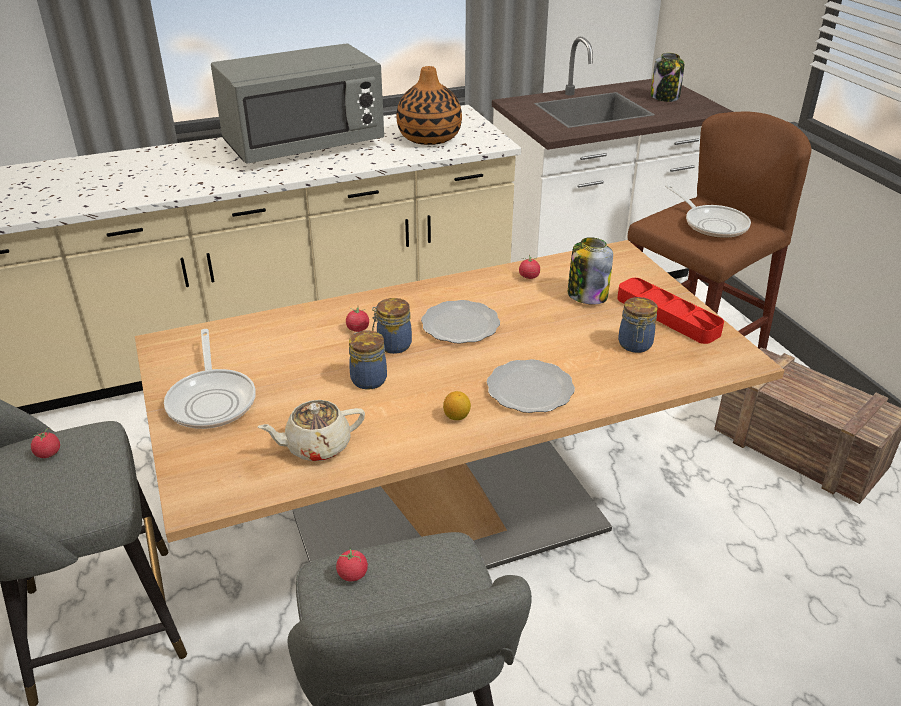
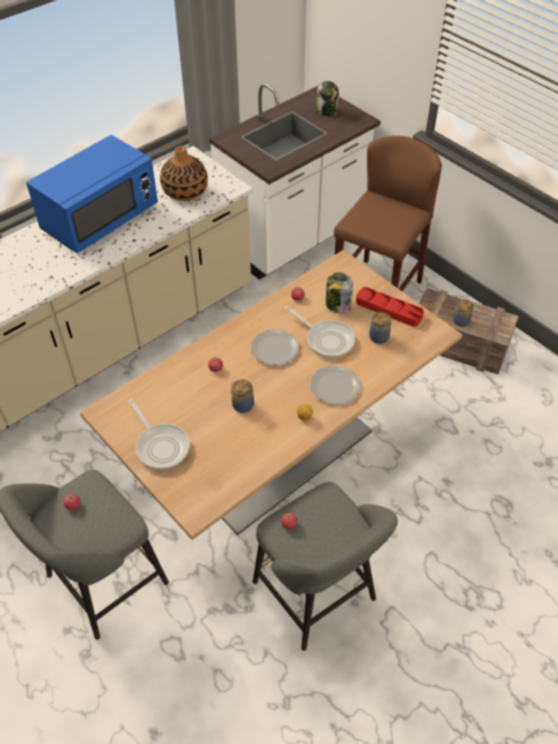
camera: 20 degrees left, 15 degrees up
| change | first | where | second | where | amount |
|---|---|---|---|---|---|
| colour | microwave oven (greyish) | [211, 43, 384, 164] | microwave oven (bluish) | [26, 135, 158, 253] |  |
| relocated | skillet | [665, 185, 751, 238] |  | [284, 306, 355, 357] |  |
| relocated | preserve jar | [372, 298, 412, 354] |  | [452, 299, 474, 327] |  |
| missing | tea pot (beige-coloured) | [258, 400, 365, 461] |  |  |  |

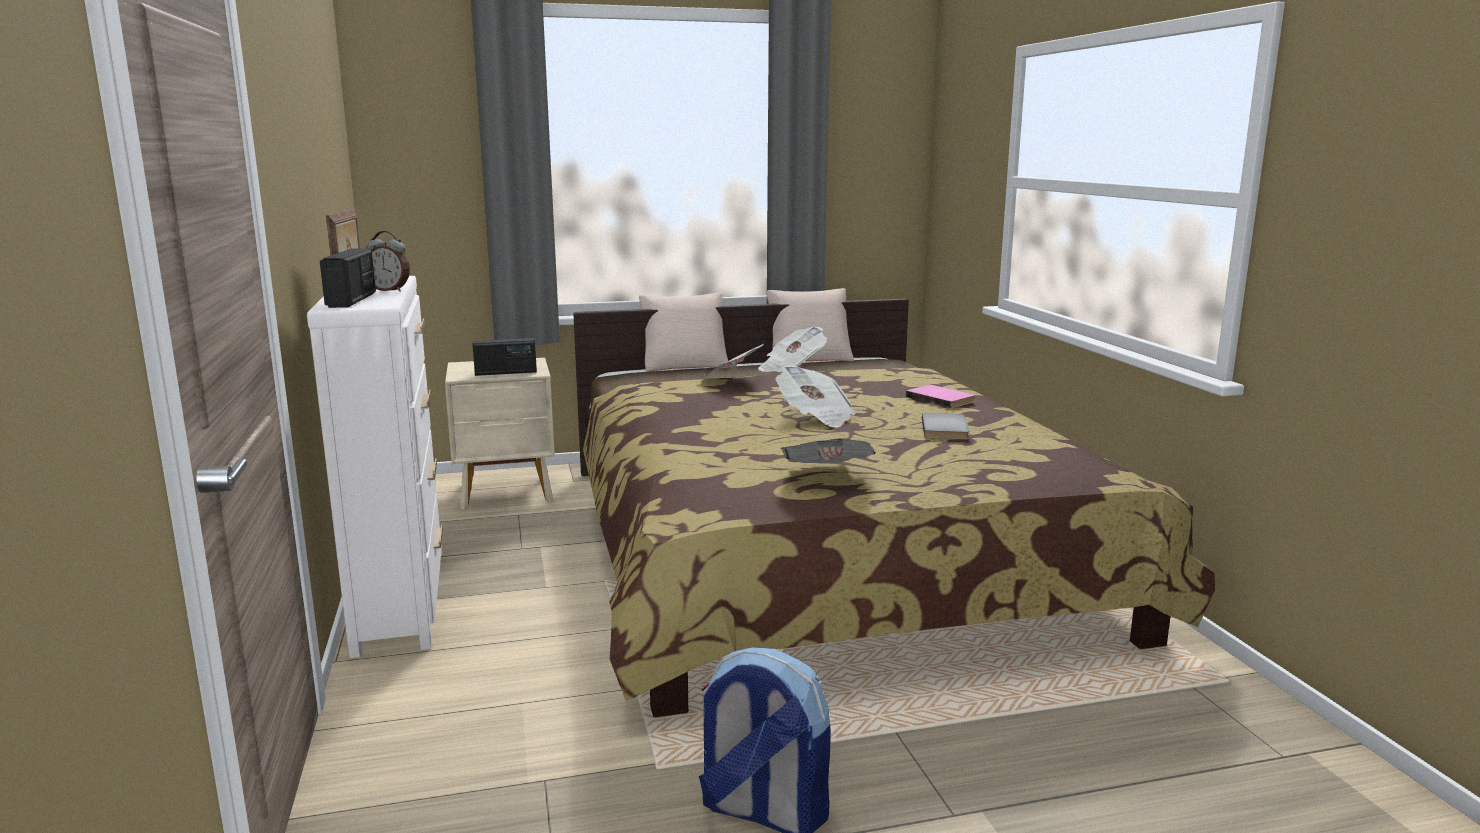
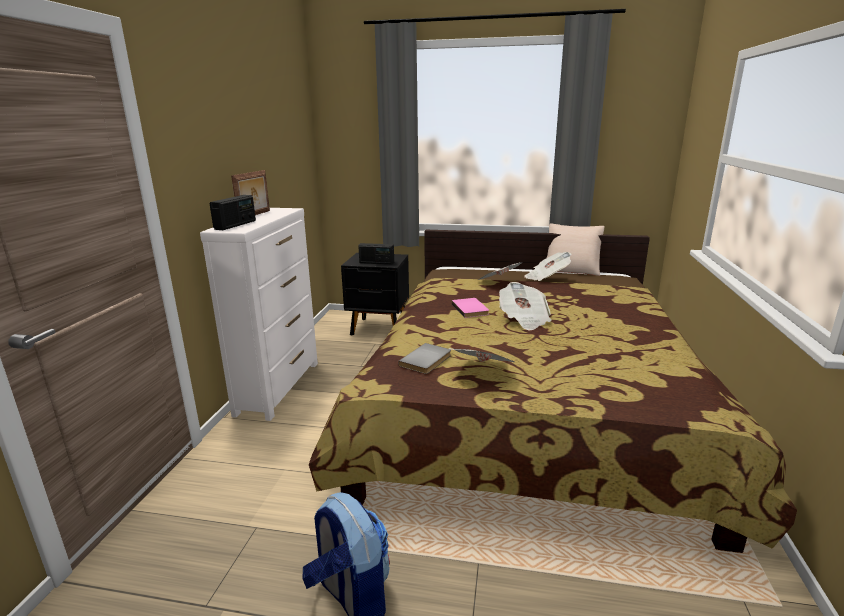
camera: 25 degrees right, 5 degrees up
| change | first | where | second | where | amount |
|---|---|---|---|---|---|
| colour | night table (beige-coloured) | [445, 358, 555, 510] | night table (black) | [341, 253, 409, 336] |  |
| relocated | book (greyish) | [922, 413, 969, 440] |  | [398, 343, 451, 374] |  |
| relocated | book (pinkish) | [906, 385, 975, 408] |  | [452, 298, 489, 318] |  |
| missing | bedside clock | [366, 231, 410, 292] |  |  |  |
| missing | throw pillow (beige-coloured) | [639, 293, 728, 372] |  |  |  |

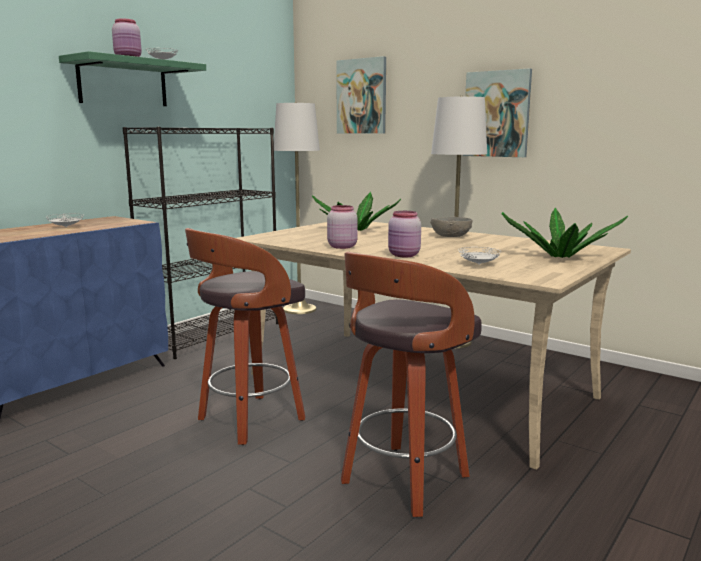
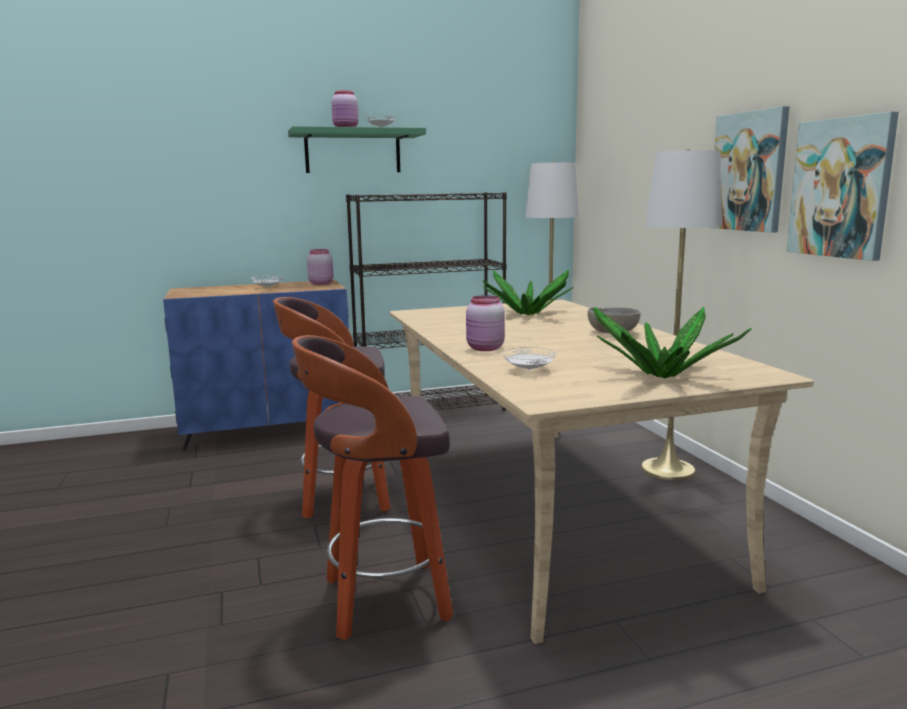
camera: 35 degrees right, 0 degrees up
| change | first | where | second | where | amount |
|---|---|---|---|---|---|
| relocated | preserve jar (pinkish) | [327, 205, 358, 249] |  | [307, 249, 333, 285] |  |
| relocated | picture | [336, 56, 386, 134] |  | [786, 112, 899, 261] |  |

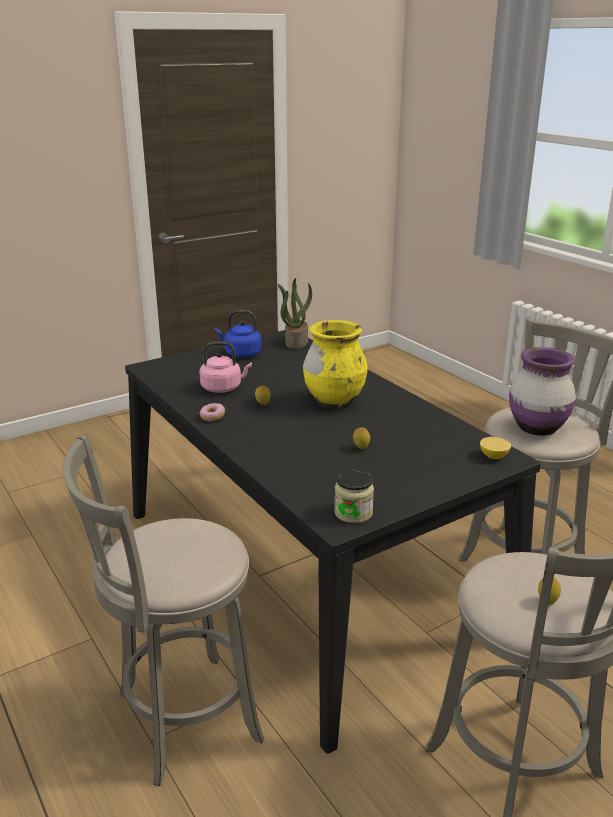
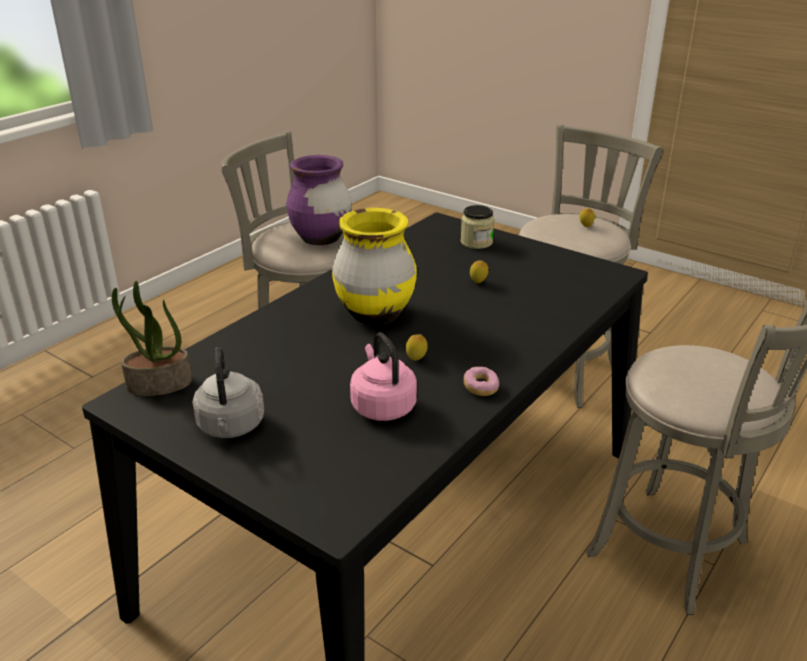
camera: 110 degrees left, 5 degrees up
| change | first | where | second | where | amount |
|---|---|---|---|---|---|
| colour | kettle (bluish) | [215, 310, 261, 358] | kettle (greyish) | [193, 347, 264, 438] |  |
| relocated | preserve jar | [334, 470, 374, 523] |  | [461, 205, 494, 249] |  |
| missing | whole lemon | [480, 437, 511, 459] |  |  |  |

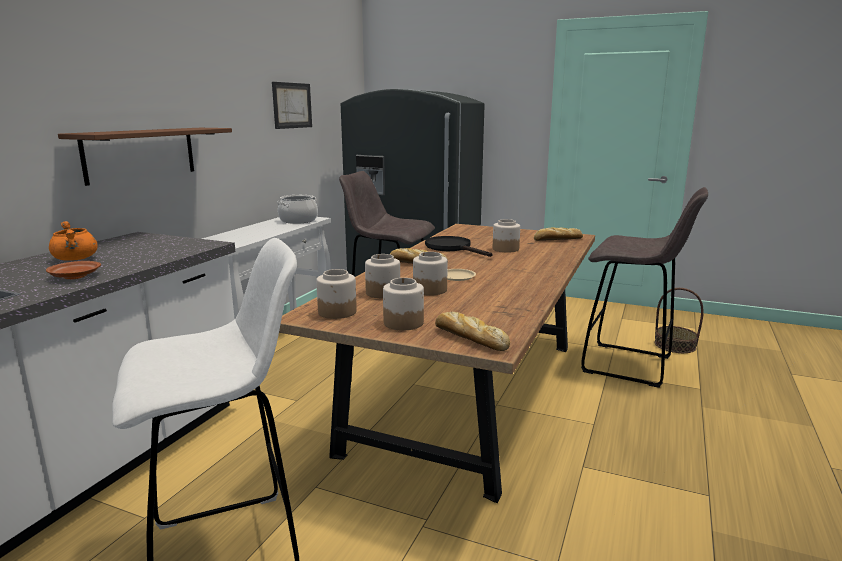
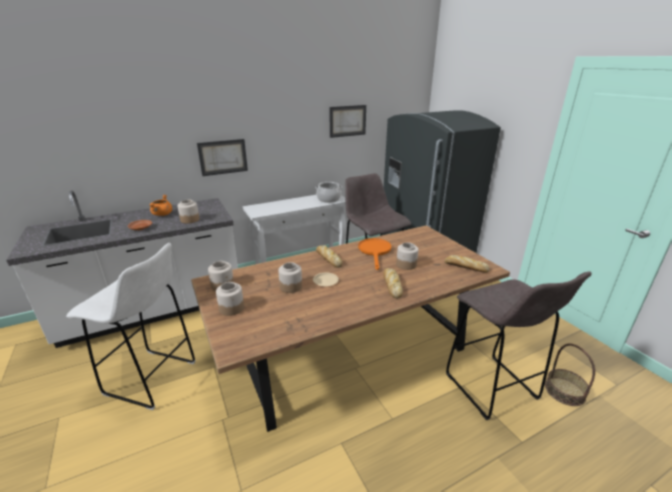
camera: 40 degrees right, 10 degrees up
| change | first | where | second | where | amount |
|---|---|---|---|---|---|
| relocated | preserve jar | [365, 254, 400, 298] |  | [177, 200, 200, 224] |  |
| exchanged | bracket shelf (brown) | [58, 128, 232, 186] | picture | [197, 139, 248, 176] |  |
| colour | skillet (black) | [425, 236, 492, 257] | skillet (orange) | [358, 238, 391, 270] |  |
| relocated | baked bread | [435, 312, 510, 351] |  | [383, 268, 403, 298] |  |

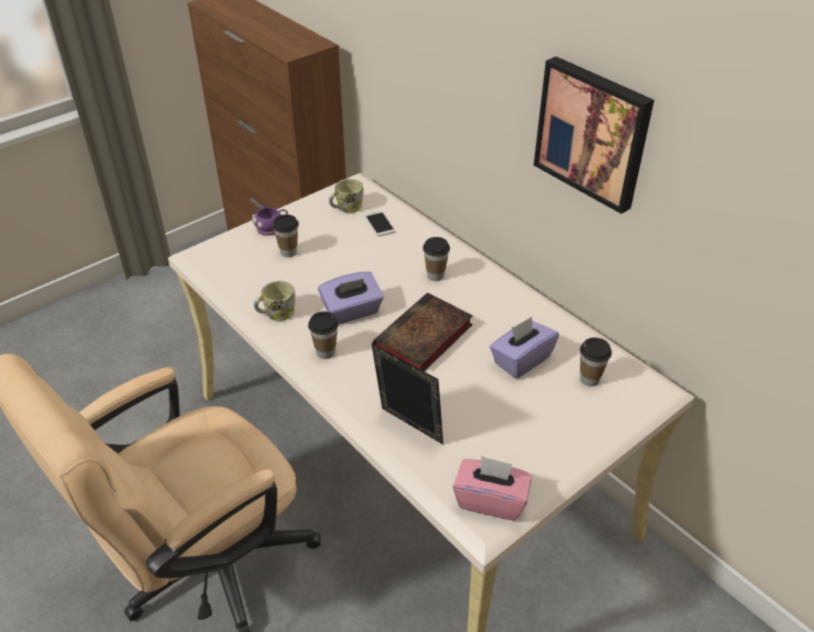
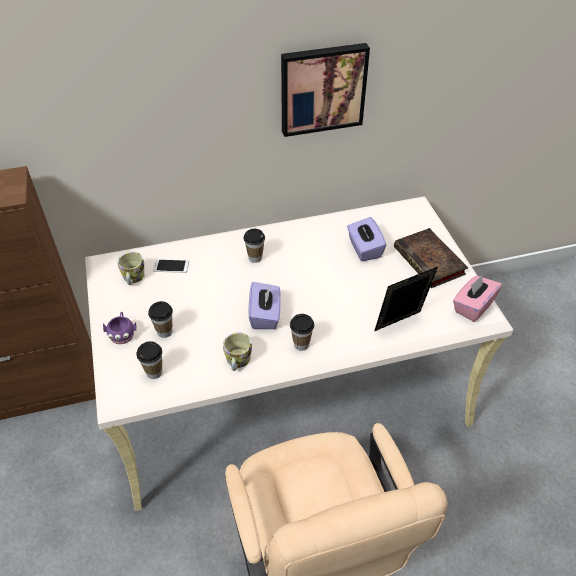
camera: 65 degrees left, 5 degrees up
| change | first | where | second | where | amount |
|---|---|---|---|---|---|
| relocated | drinking cup | [580, 337, 612, 387] |  | [136, 341, 162, 379] |  |
| relocated | book | [373, 293, 473, 371] |  | [394, 228, 468, 288] |  |

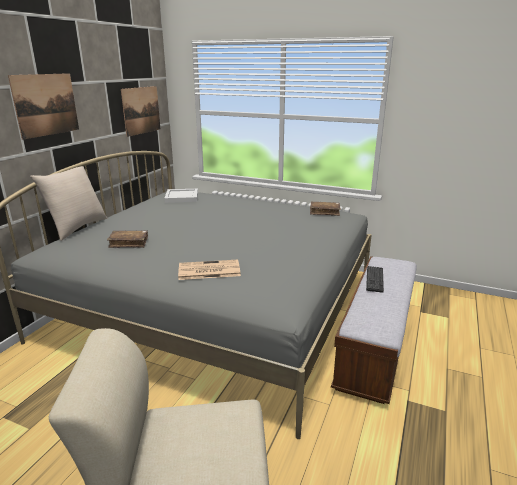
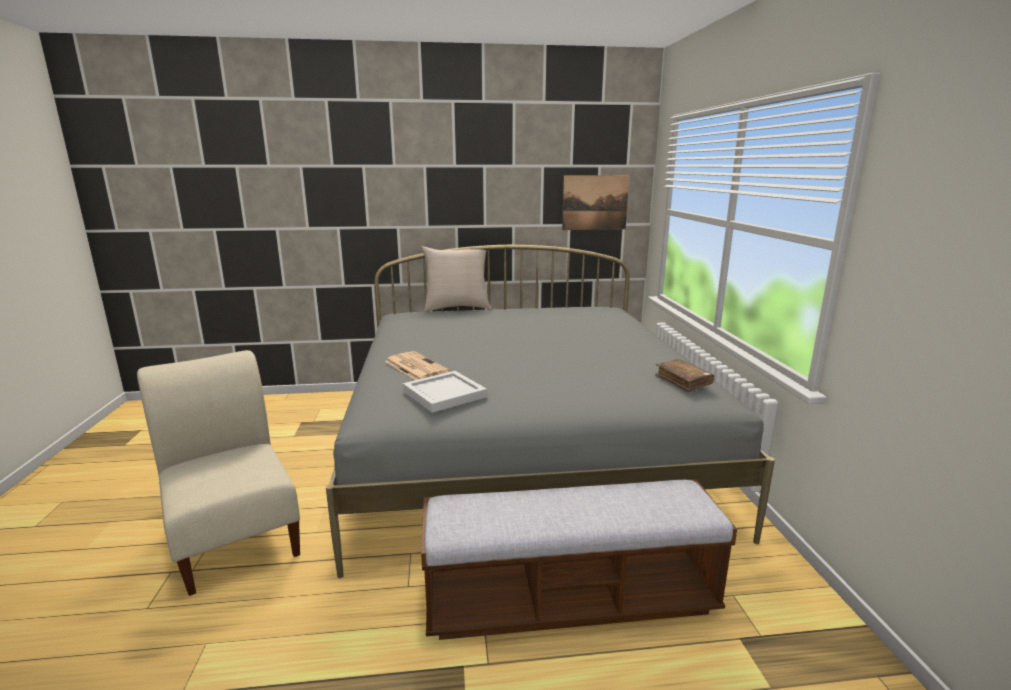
camera: 60 degrees right, 5 degrees down
| change | first | where | second | where | amount |
|---|---|---|---|---|---|
| relocated | carrying tray (white-coloured) | [164, 189, 198, 203] |  | [403, 371, 487, 413] |  |
| missing | picture | [8, 73, 79, 140] |  |  |  |
| missing | book (brown) | [107, 231, 148, 248] |  |  |  |
| missing | PC keyboard | [366, 266, 384, 293] |  |  |  |

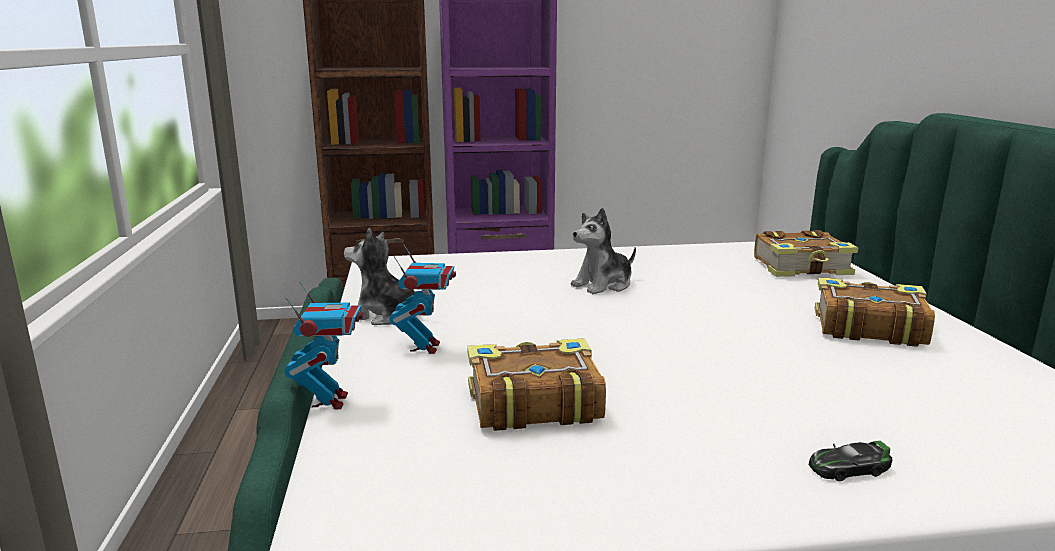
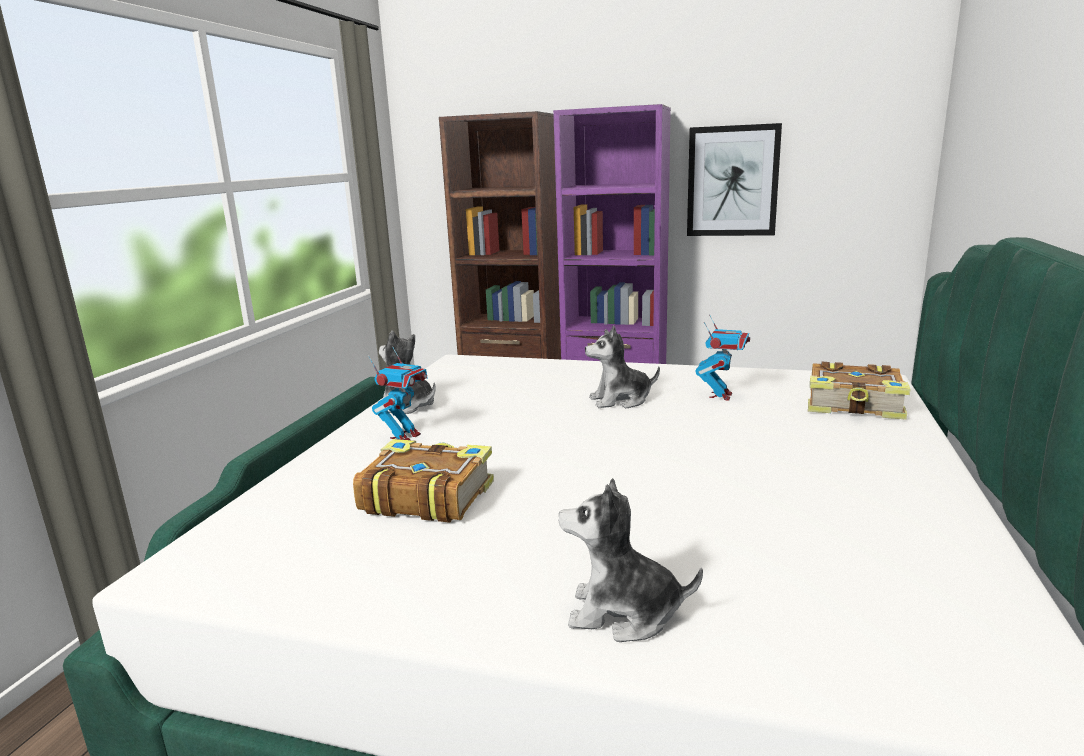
camera: 25 degrees right, 0 degrees up
| change | first | where | second | where | amount |
|---|---|---|---|---|---|
| exchanged | miniature car | [809, 441, 892, 481] | cuddly toy | [559, 478, 703, 642] |  |
| appeared |  |  | picture | [687, 123, 782, 236] |  |
| relocated | robot figure | [284, 281, 363, 409] |  | [696, 315, 750, 400] |  |
| missing | book | [815, 277, 935, 347] |  |  |  |

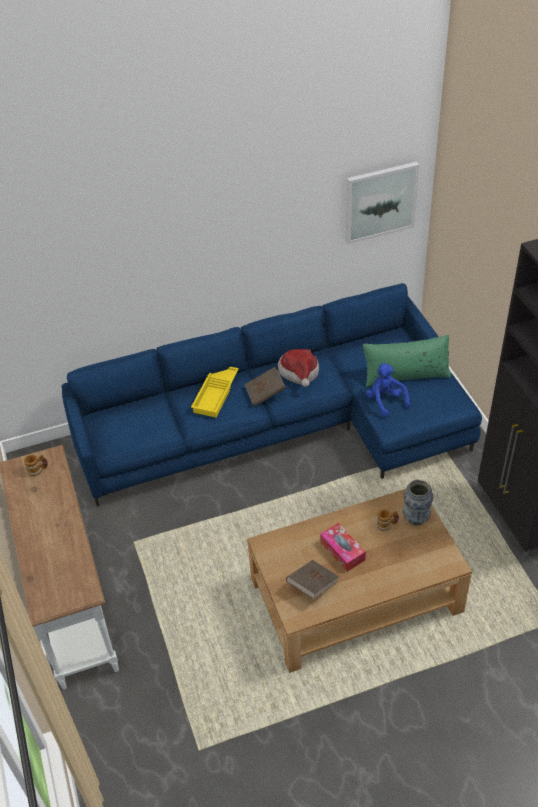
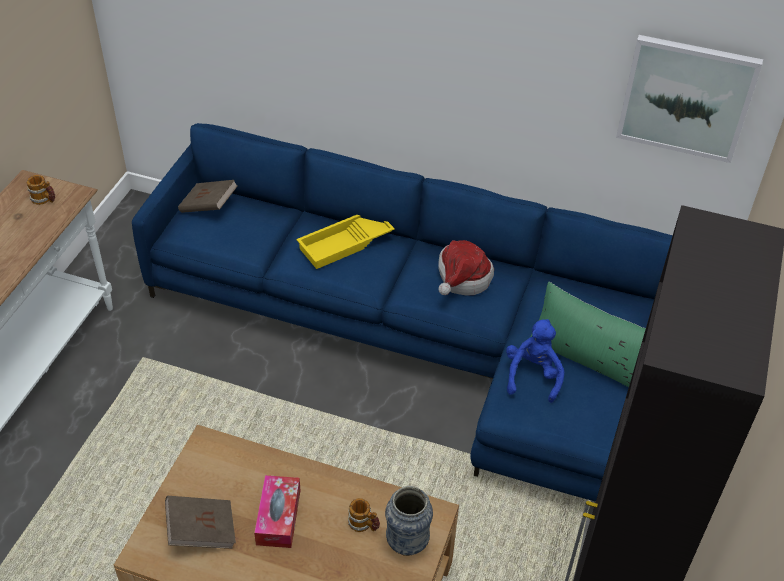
camera: 35 degrees right, 0 degrees up
| change | first | where | second | where | amount |
|---|---|---|---|---|---|
| relocated | book (brown) | [245, 367, 286, 406] |  | [178, 180, 238, 213] |  |

